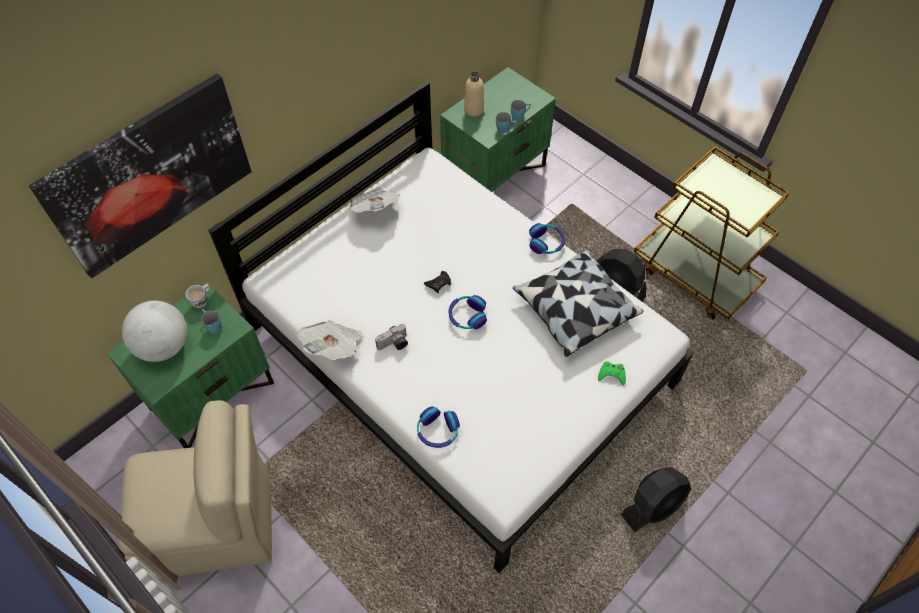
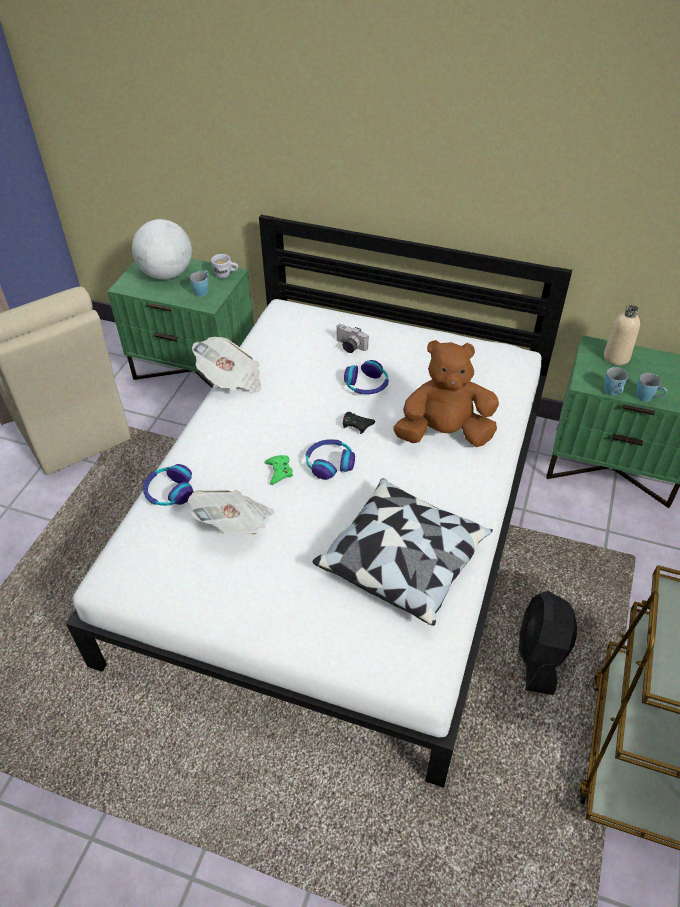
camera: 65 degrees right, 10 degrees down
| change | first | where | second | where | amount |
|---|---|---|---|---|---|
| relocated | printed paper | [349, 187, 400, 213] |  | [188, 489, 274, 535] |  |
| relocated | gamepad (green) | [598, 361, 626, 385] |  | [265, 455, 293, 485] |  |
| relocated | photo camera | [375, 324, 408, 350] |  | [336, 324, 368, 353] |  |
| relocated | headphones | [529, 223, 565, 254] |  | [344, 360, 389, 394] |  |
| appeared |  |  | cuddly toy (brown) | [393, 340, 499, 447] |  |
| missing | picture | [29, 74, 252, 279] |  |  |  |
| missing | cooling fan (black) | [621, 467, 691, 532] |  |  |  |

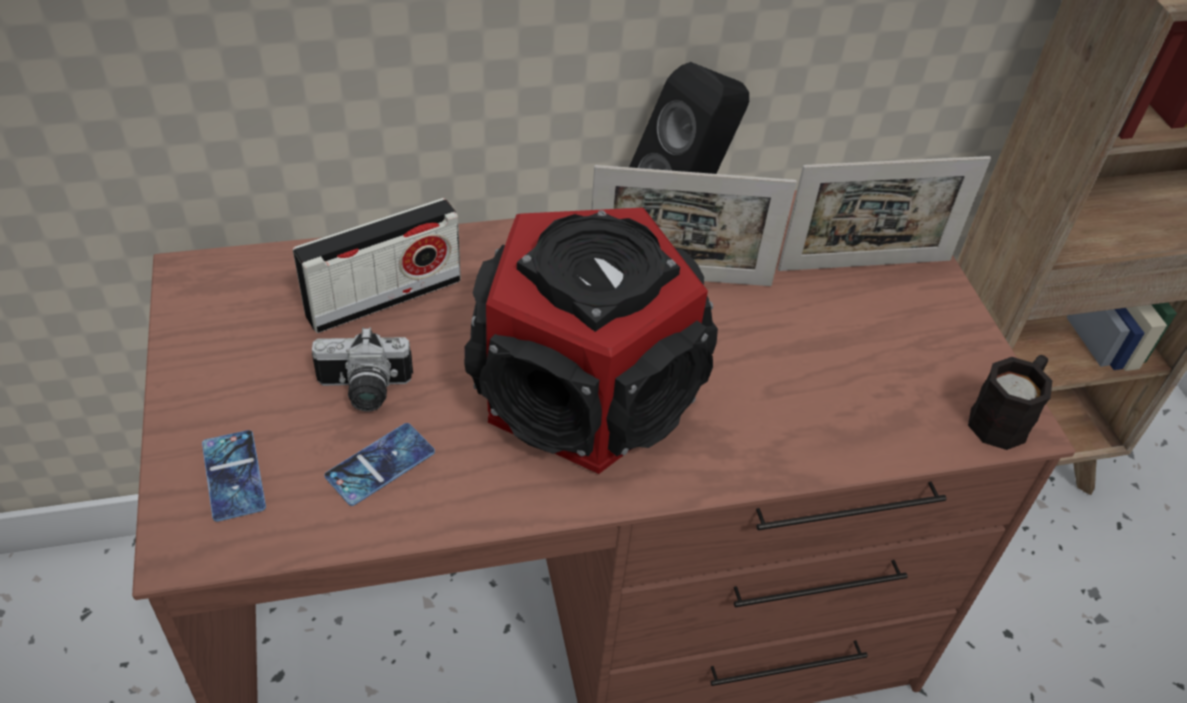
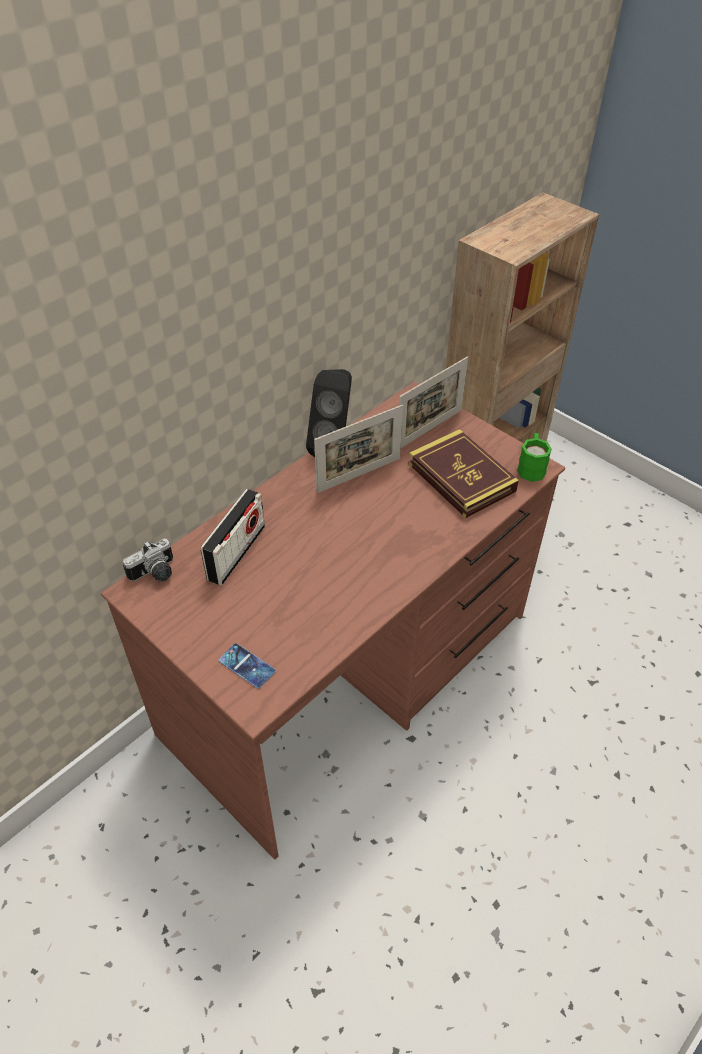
camera: 30 degrees left, 0 degrees up
| change | first | where | second | where | amount |
|---|---|---|---|---|---|
| relocated | photo camera | [312, 327, 413, 412] |  | [123, 539, 173, 582] |  |
| appeared |  |  | book | [409, 429, 519, 518] |  |
| colour | mug (black) | [968, 355, 1052, 450] | mug (green) | [517, 433, 552, 482] |  |
| missing | handset | [324, 423, 435, 506] |  |  |  |
| missing | speaker | [464, 208, 718, 474] |  |  |  |

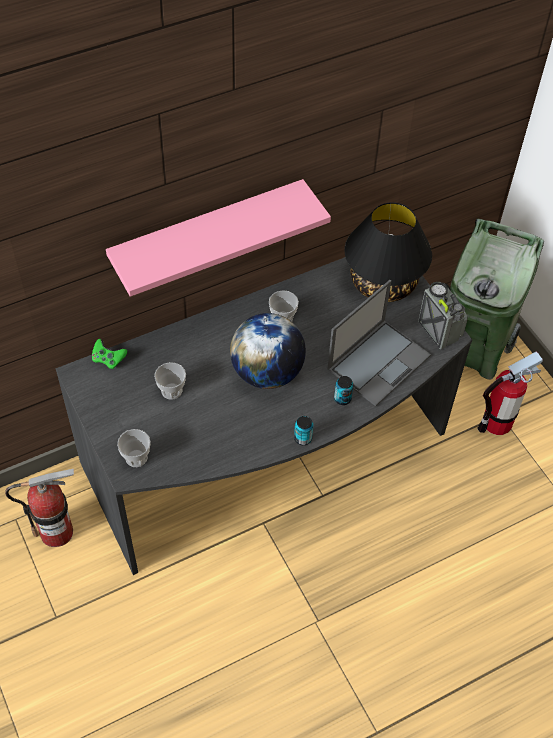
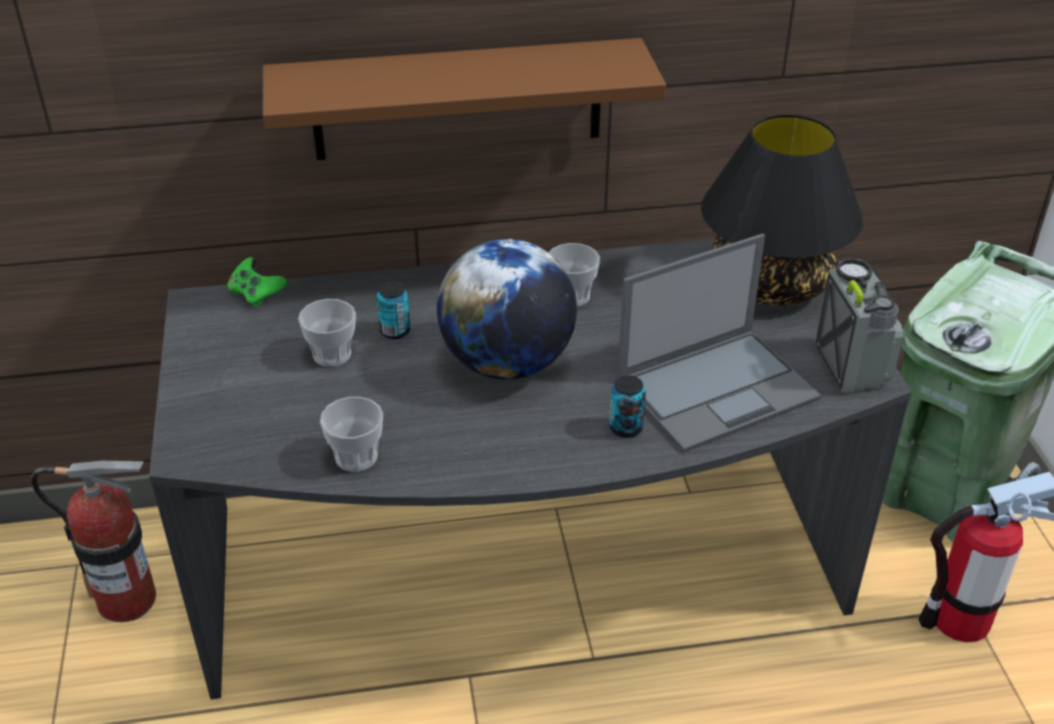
camera: 20 degrees right, 15 degrees down
| change | first | where | second | where | amount |
|---|---|---|---|---|---|
| colour | bracket shelf (pinkish) | [106, 179, 331, 297] | bracket shelf (brown) | [263, 38, 666, 160] |  |
| relocated | drinking cup | [117, 429, 151, 467] |  | [320, 397, 383, 472] |  |
| relocated | can | [294, 416, 313, 445] |  | [376, 281, 411, 339] |  |

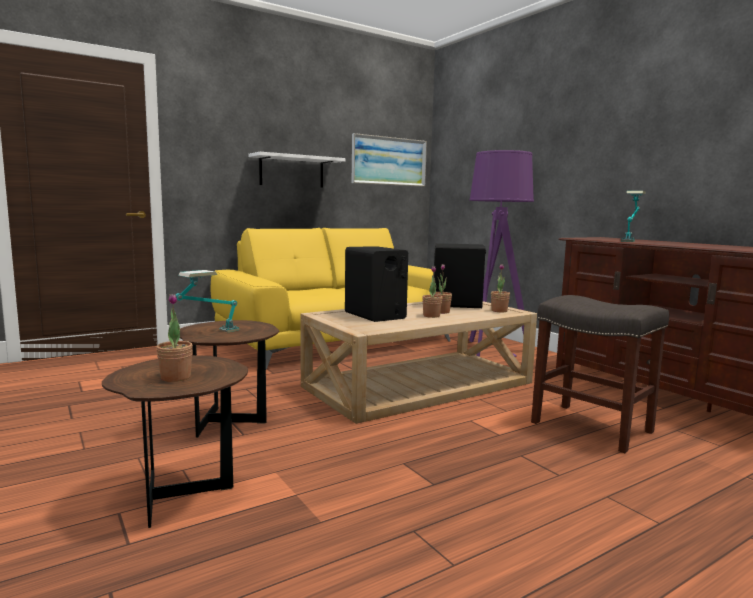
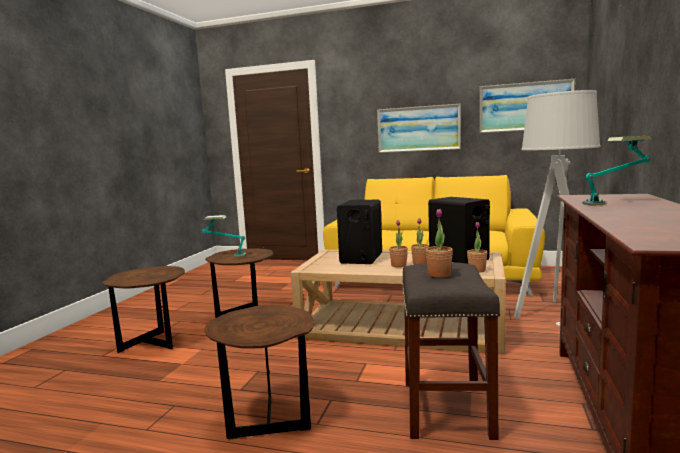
camera: 50 degrees right, 0 degrees up
| change | first | where | second | where | amount |
|---|---|---|---|---|---|
| appeared |  |  | end table (brown) | [204, 305, 314, 440] |  |
| exchanged | bracket shelf (white-coloured) | [248, 152, 346, 188] | picture | [377, 104, 461, 153] |  |
| relocated | potted plant | [156, 294, 193, 382] |  | [426, 209, 453, 278] |  |
| colour | standard lamp (purple) | [469, 150, 534, 357] | standard lamp (greyish) | [514, 90, 601, 327] |  |

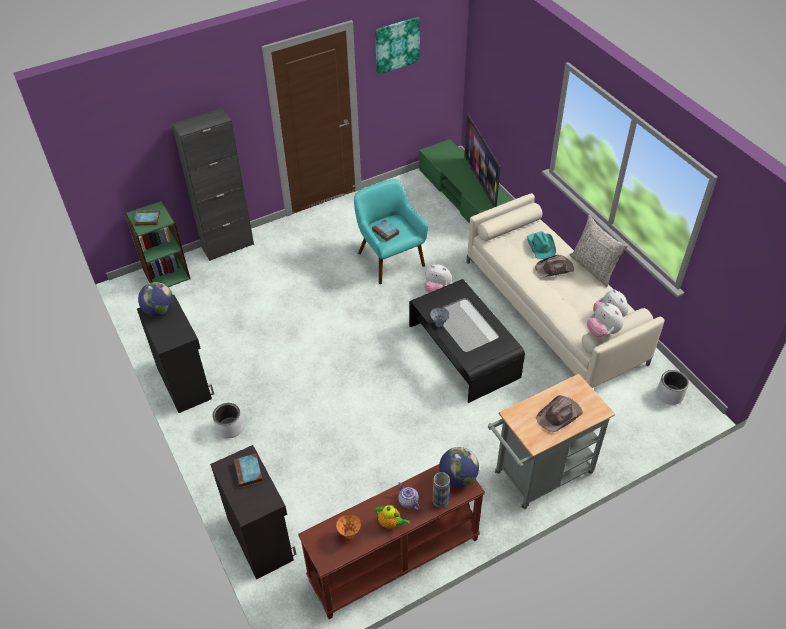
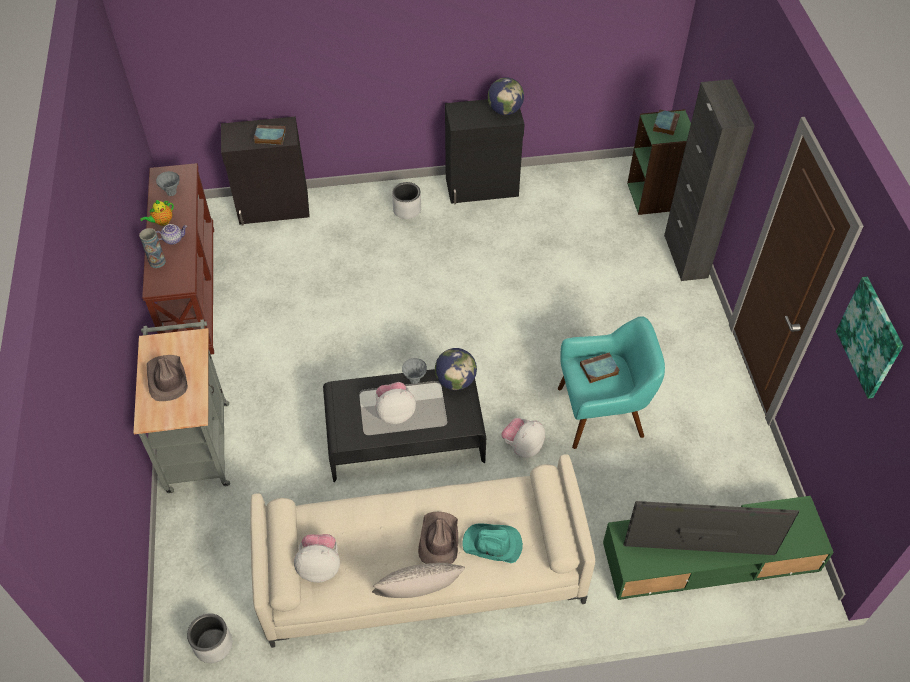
camera: 110 degrees right, 5 degrees up
| change | first | where | second | where | amount |
|---|---|---|---|---|---|
| colour | flower vase (orange) | [336, 514, 361, 539] | flower vase (greyish) | [156, 171, 180, 196] |  |
| relocated | cuddly toy | [587, 302, 624, 337] |  | [375, 382, 416, 424] |  |
| relocated | desk globe | [439, 447, 479, 488] |  | [435, 348, 477, 390] |  |

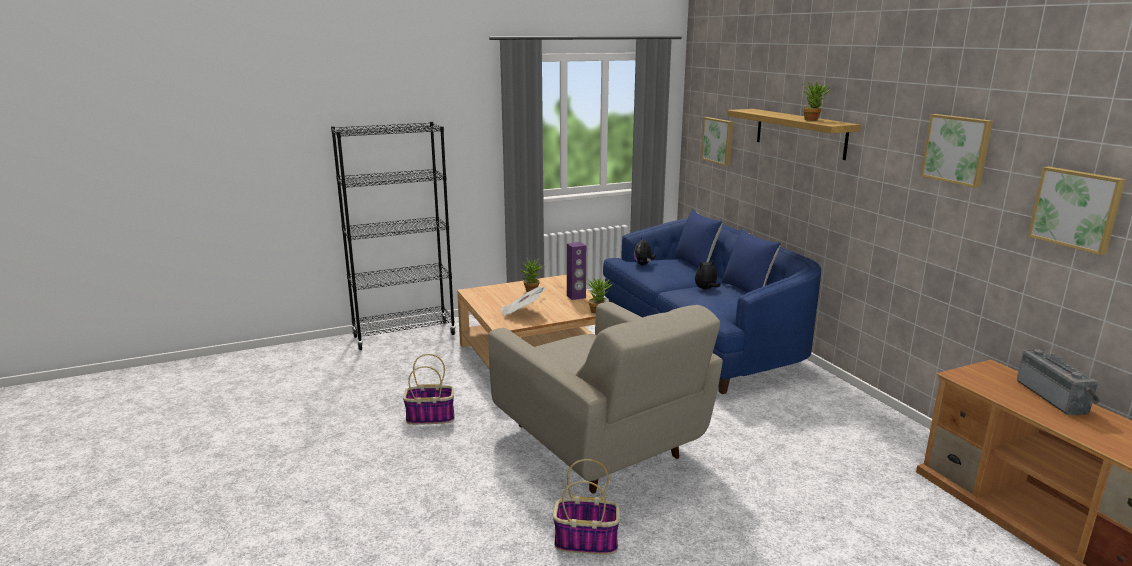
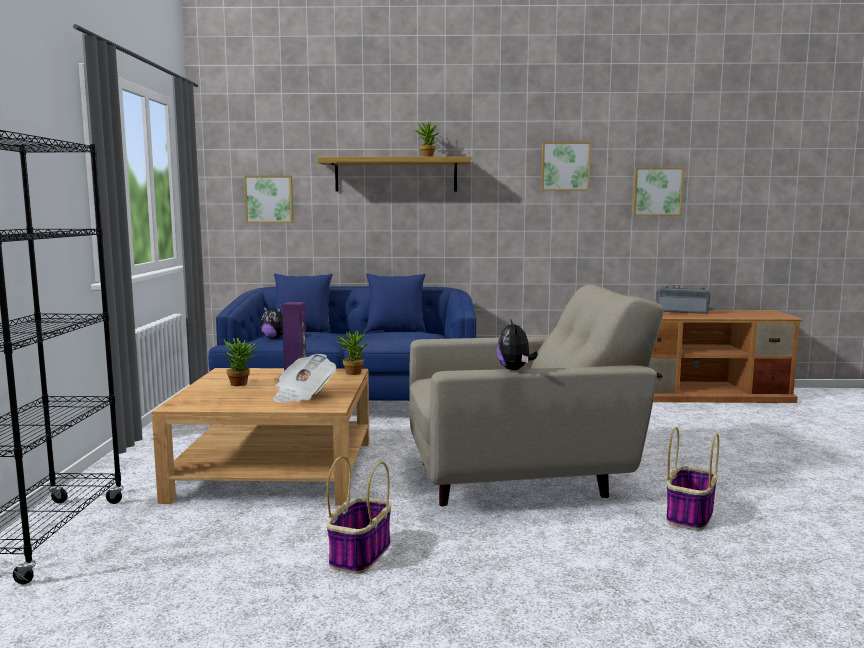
camera: 65 degrees left, 10 degrees down
| change | first | where | second | where | amount |
|---|---|---|---|---|---|
| relocated | cuddly toy | [695, 259, 721, 289] |  | [497, 319, 538, 370] |  |

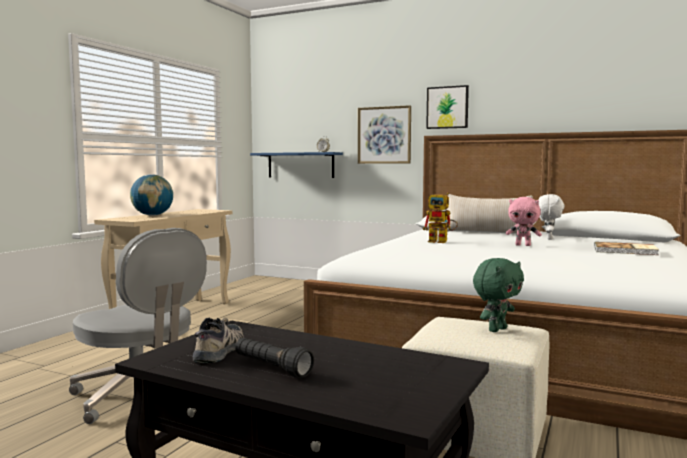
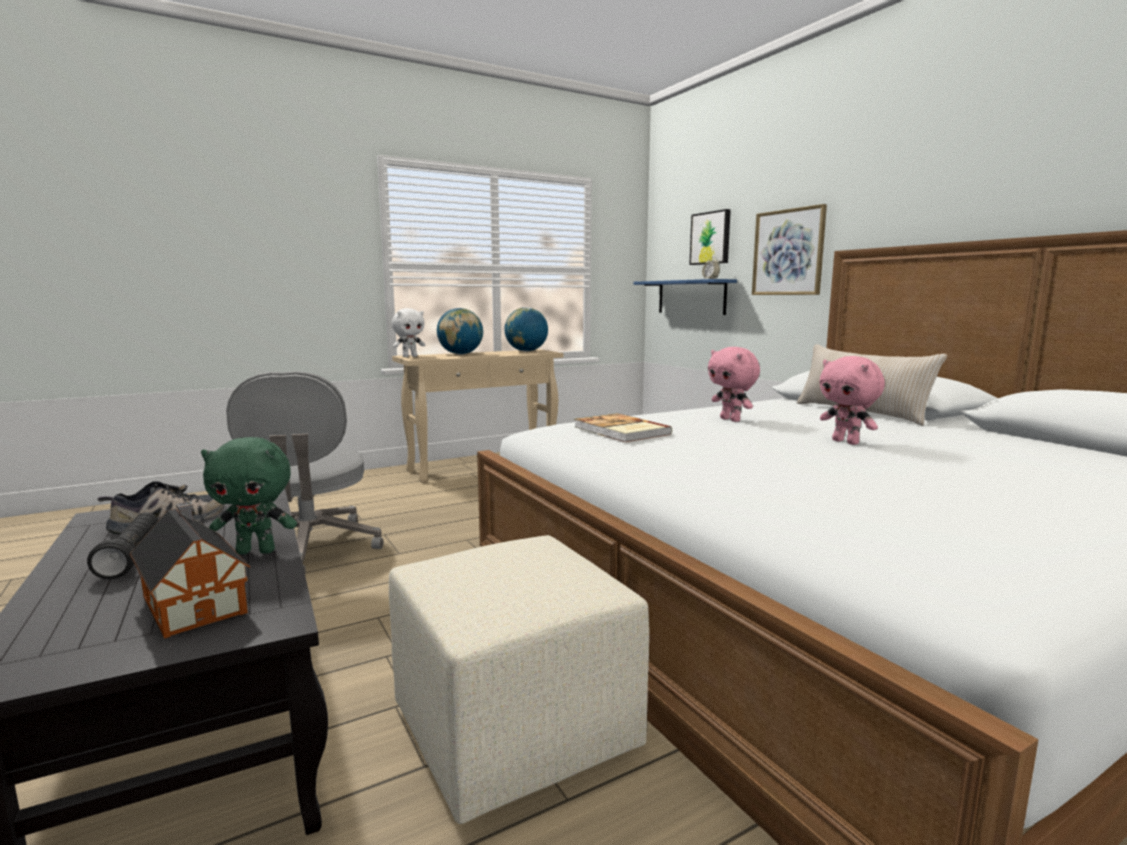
camera: 35 degrees right, 5 degrees up
| change | first | where | second | where | amount |
|---|---|---|---|---|---|
| appeared |  |  | model house | [130, 501, 250, 639] |  |
| relocated | cuddly toy (green) | [473, 258, 524, 332] |  | [201, 437, 297, 555] |  |
| relocated | cuddly toy (white-coloured) | [538, 194, 565, 240] |  | [392, 308, 425, 357] |  |
| appeared |  |  | desk globe | [504, 307, 548, 351] |  |
| relocated | book | [594, 242, 659, 255] |  | [574, 413, 672, 442] |  |
| relocated | picture | [426, 85, 469, 129] |  | [689, 209, 731, 265] |  |
| exchanged | robot figure | [423, 192, 458, 243] | cuddly toy (pinkish) | [708, 347, 760, 422] |  |

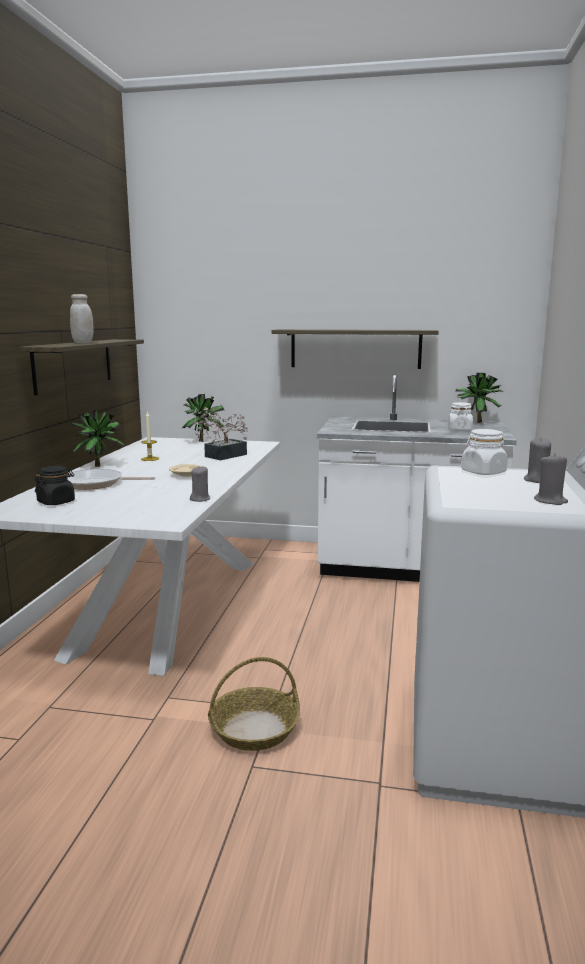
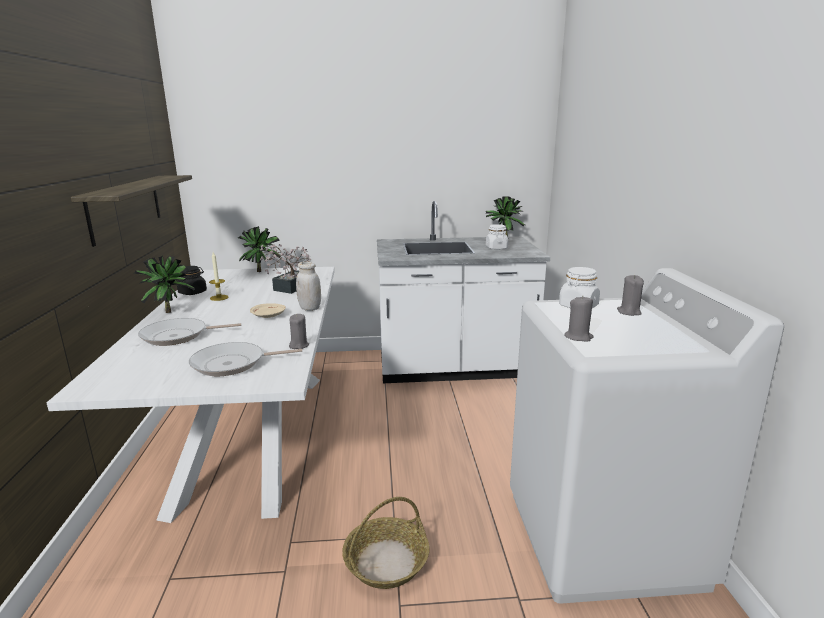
camera: 15 degrees left, 5 degrees up
| change | first | where | second | where | amount |
|---|---|---|---|---|---|
| relocated | preserve jar (black) | [35, 466, 75, 505] |  | [177, 266, 207, 295] |  |
| appeared |  |  | skillet | [189, 342, 302, 376] |  |
| relocated | preserve jar (white-coloured) | [70, 294, 93, 343] |  | [296, 261, 321, 311] |  |
| relocated | candle (greyish) | [534, 453, 568, 505] |  | [564, 296, 594, 342] |  |
| missing | bracket shelf | [271, 329, 439, 369] |  |  |  |

